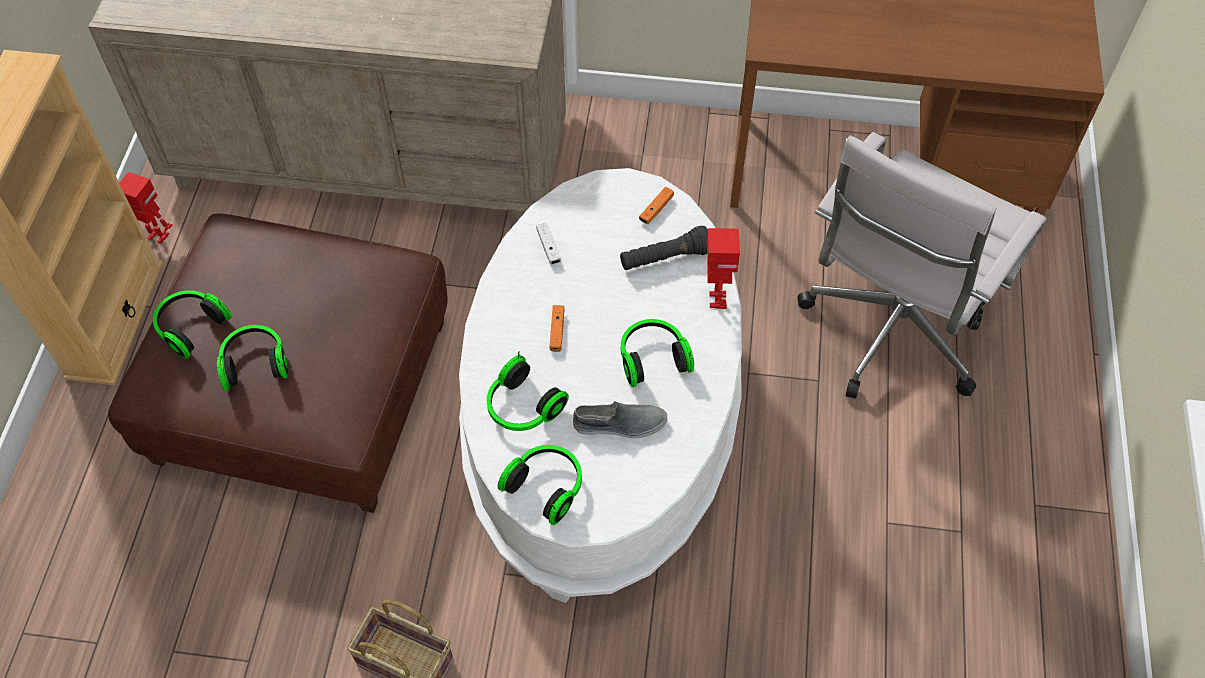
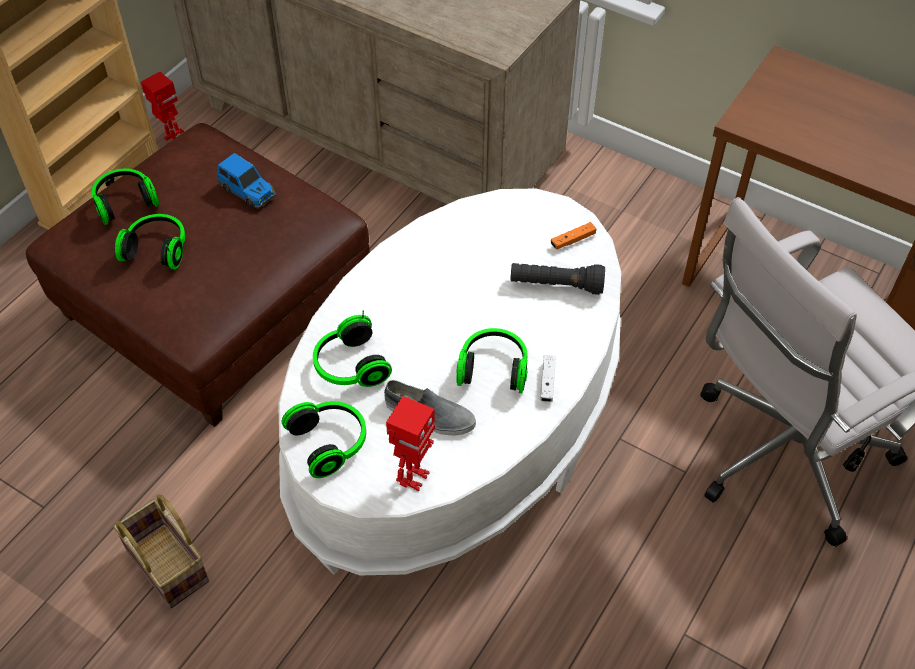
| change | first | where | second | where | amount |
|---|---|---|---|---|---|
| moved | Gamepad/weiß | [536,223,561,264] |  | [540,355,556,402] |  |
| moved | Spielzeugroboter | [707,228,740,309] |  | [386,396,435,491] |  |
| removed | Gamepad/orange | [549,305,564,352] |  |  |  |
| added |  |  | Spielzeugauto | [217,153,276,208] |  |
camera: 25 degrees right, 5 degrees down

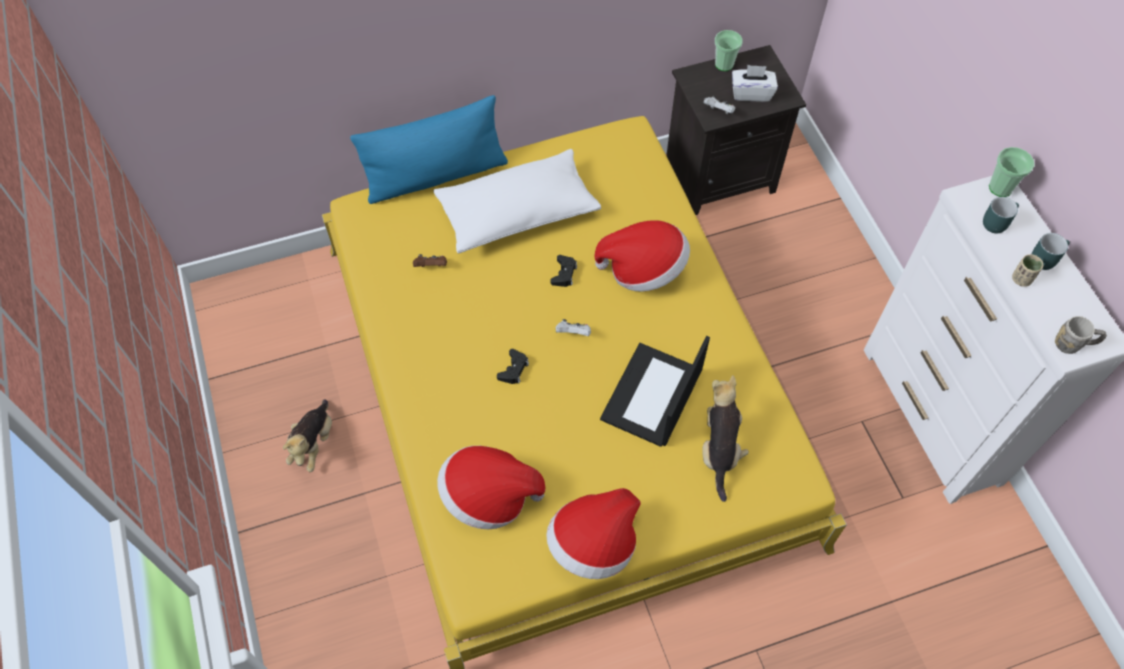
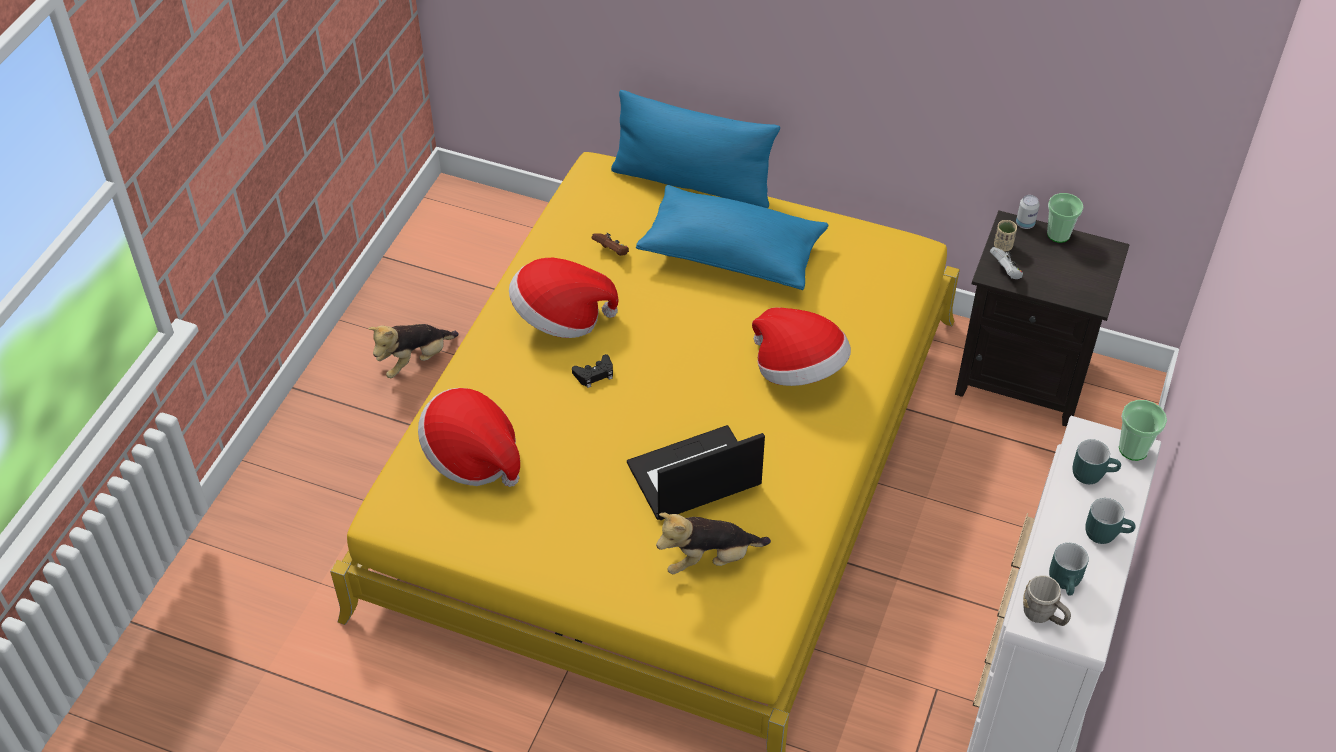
| change | first | where | second | where | amount |
|---|---|---|---|---|---|
| removed | Taschentuchbox/weiß | [732,65,778,102] |  |  |  |
| recoloured | Kissen/weiß | [433,149,601,253] | Kissen/blau | [636,185,828,290] |  |
| moved | Tasse/beige | [1012,254,1043,287] |  | [994,220,1017,252] |  |
| removed | Gamepad/schwarz | [550,255,577,287] |  |  |  |
| removed | Gamepad/weiß | [556,319,591,336] |  |  |  |
| turned | Plüschtier | [702,375,749,502] |  | [656,512,771,574] | 150 degrees counterclockwise |
| moved | Hut | [546,488,641,579] |  | [509,258,619,338] |  |
| added |  |  | Dose | [1016,195,1040,229] |  |
| added |  |  | Henkelbecher/türkis | [1049,543,1089,596] |  |
camera: 40 degrees right, 10 degrees down

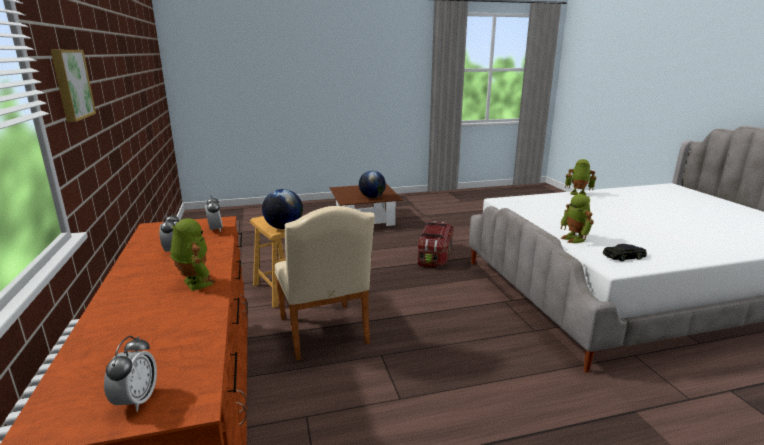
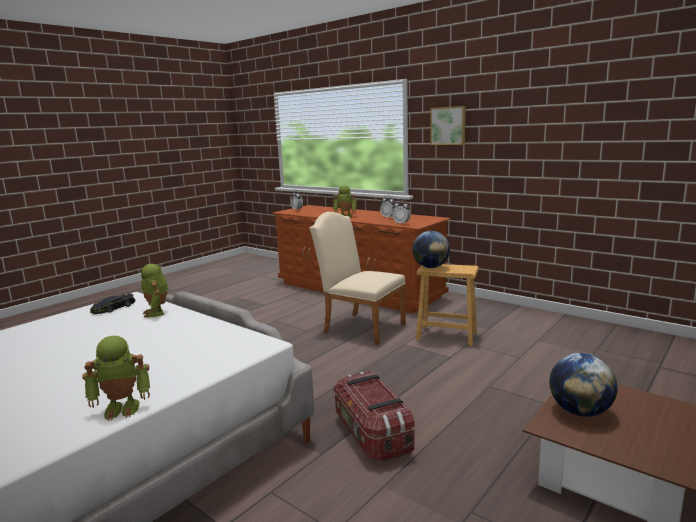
| change | first | where | second | where | amount |
|---|---|---|---|---|---|
| turned | Spielzeugroboter | [560,194,594,243] |  | [141,264,168,318] | 150 degrees counterclockwise |
camera: 145 degrees right, 5 degrees down

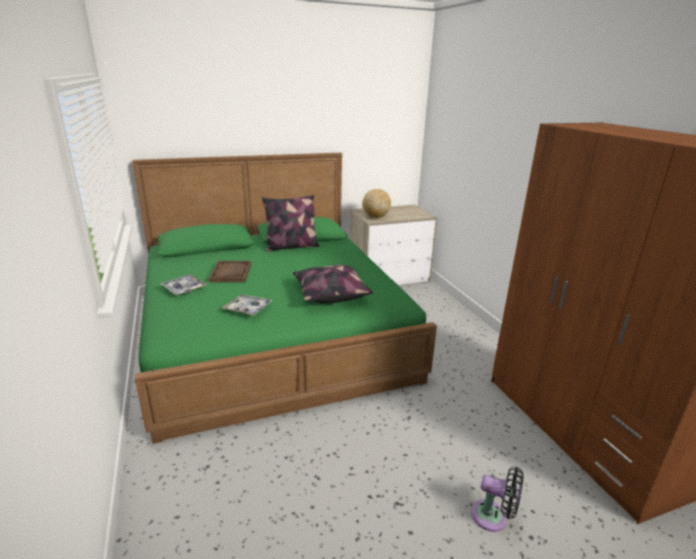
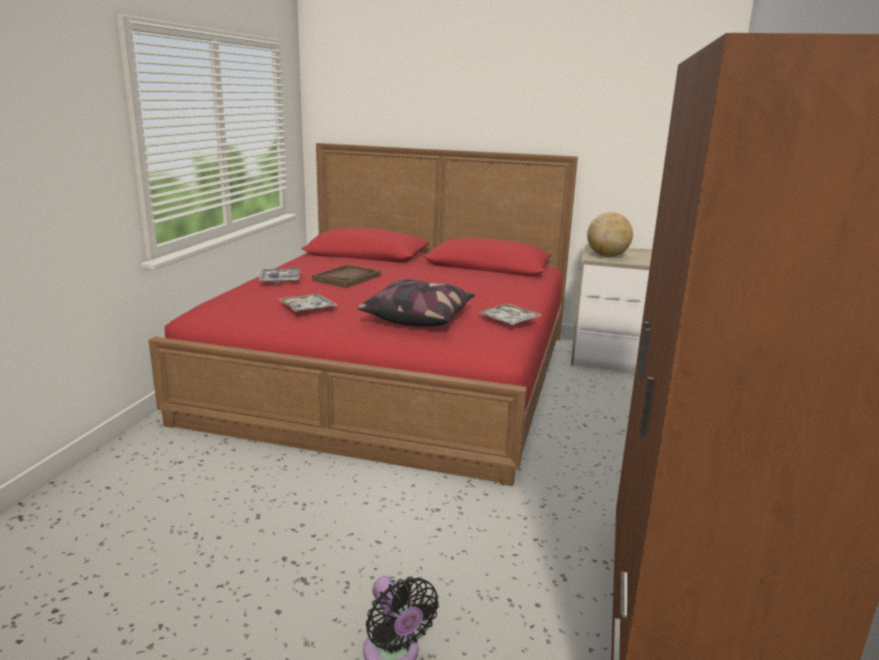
| change | first | where | second | where | amount |
|---|---|---|---|---|---|
| recoloured | Bett/grün | [132,153,437,444] | Bett/rot | [148,143,578,486] |  |
| removed | Kissen | [262,195,319,252] |  |  |  |
| added |  |  | Tablett | [479,304,541,325] |  |
camera: 35 degrees right, 5 degrees down

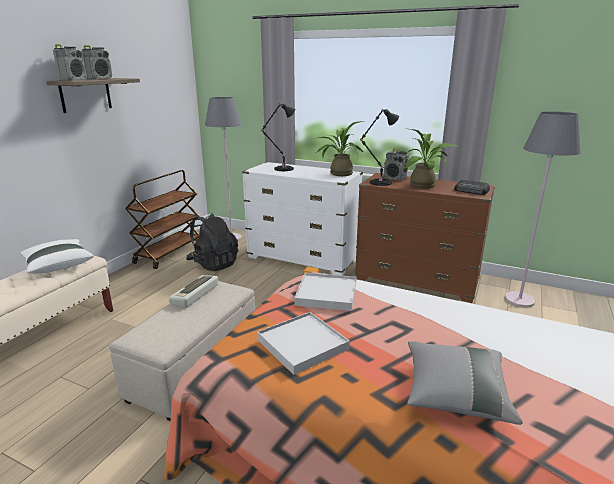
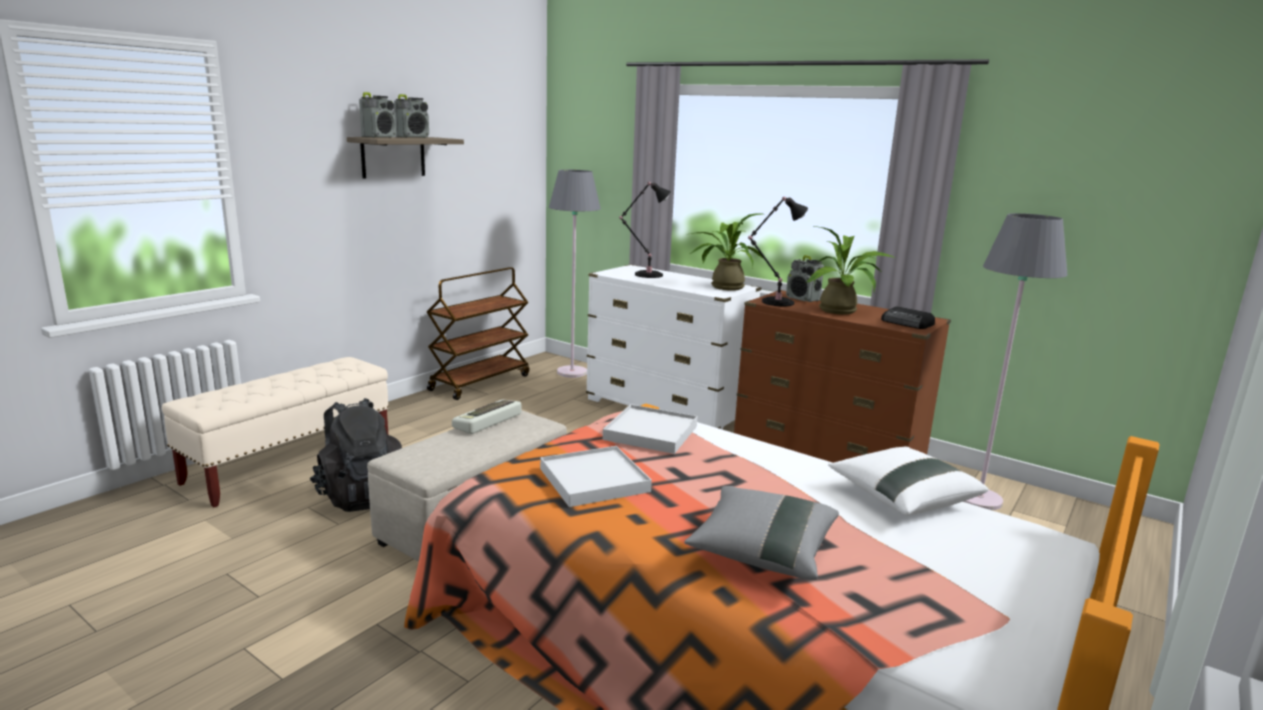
| change | first | where | second | where | amount |
|---|---|---|---|---|---|
| moved | Rucksack/schwarz | [186,214,238,271] |  | [309,398,402,512] |  |
| moved | Kissen/weiß | [19,239,94,274] |  | [828,446,989,516] |  |
camera: 10 degrees right, 5 degrees down

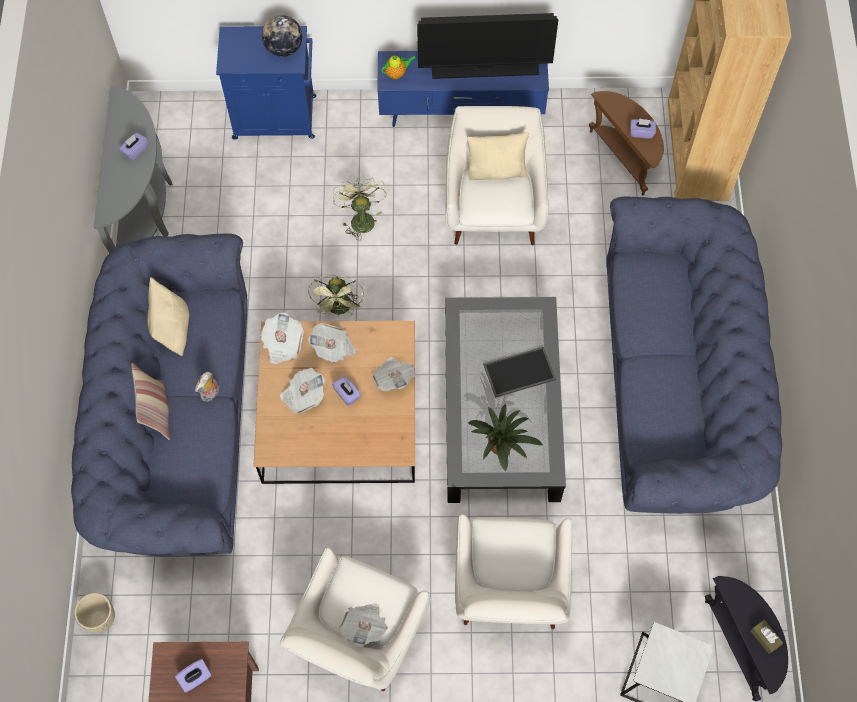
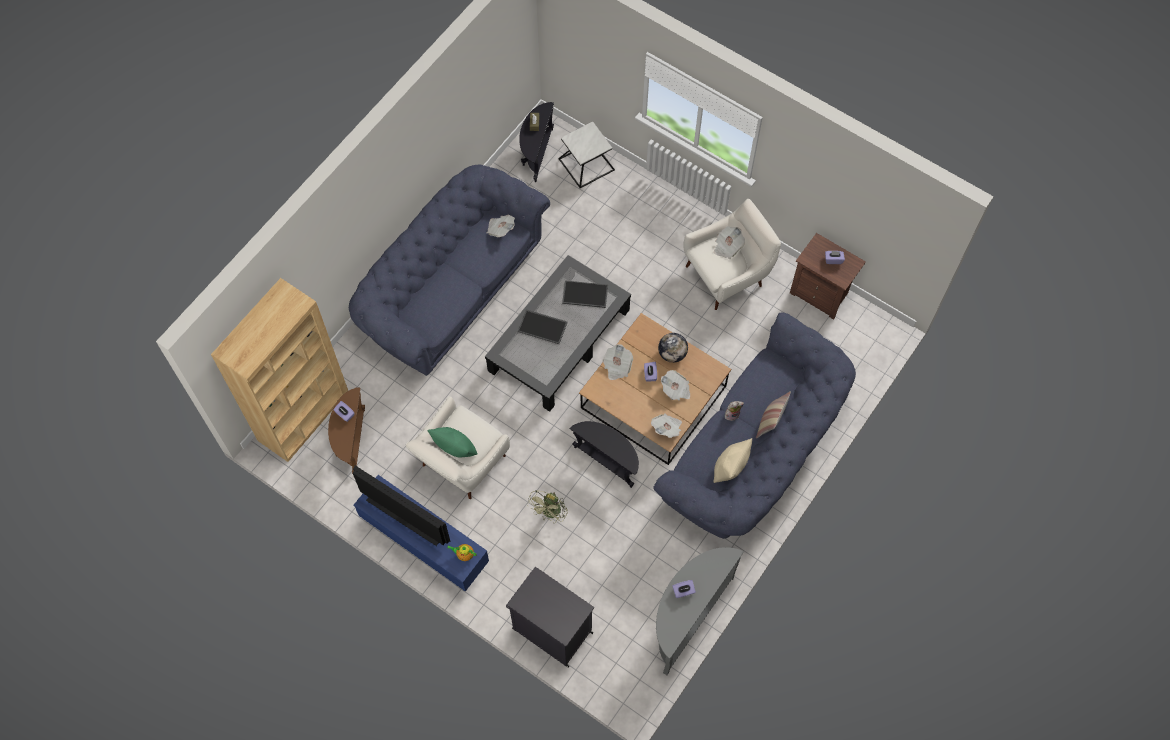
| change | first | where | second | where | amount |
|---|---|---|---|---|---|
| moved | Globus | [262,15,302,57] |  | [658,333,688,363] |  |
| recoloured | Schrank/blau | [216,26,316,140] | Schrank/schwarz | [506,567,594,668] |  |
| recoloured | Kissen/beige | [467,132,529,180] | Kissen/grün | [427,427,477,458] |  |
| replaced | Ventilator/grün | [308,275,364,318] | Beistelltisch/schwarz | [570,421,639,488] |  |
| moved | Zeitung | [308,323,357,363] |  | [486,215,515,237] |  |
| replaced | Topfpflanze | [468,404,543,471] | Tablett | [562,281,608,308] |  |
| removed | Sessel/weiß | [455,514,572,629] |  |  |  |
| removed | Pflanzkübel/beige | [74,593,115,633] |  |  |  |
camera: 145 degrees left, 0 degrees up

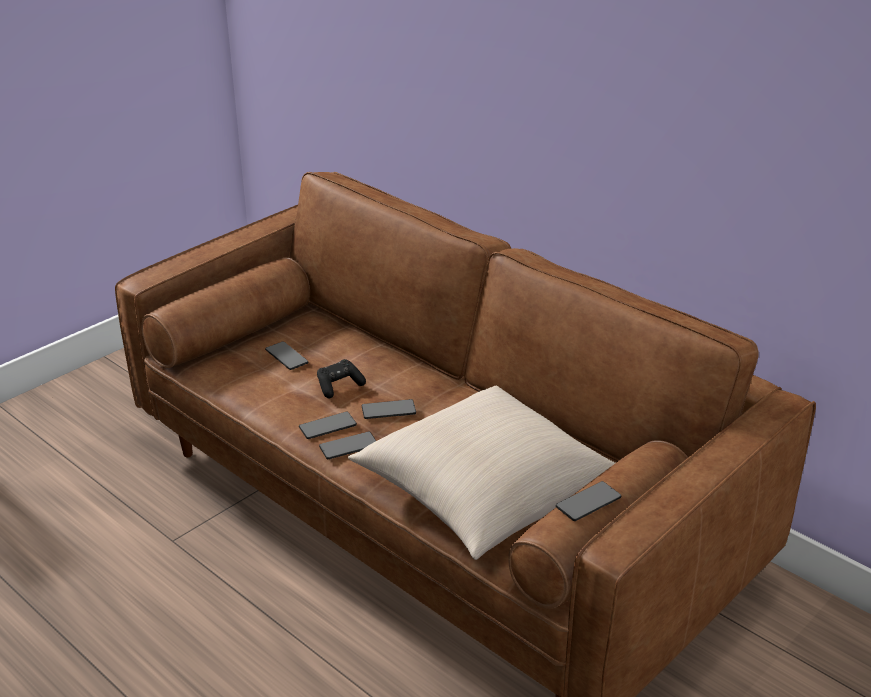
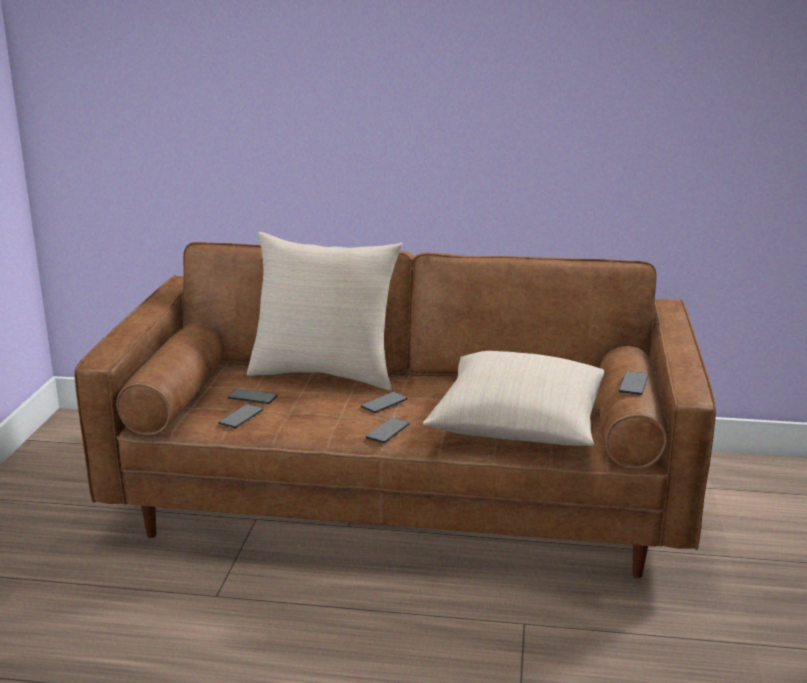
| change | first | where | second | where | amount |
|---|---|---|---|---|---|
| removed | Gamepad/schwarz | [317,359,366,399] |  |  |  |
| moved | Handy | [299,412,357,439] |  | [219,404,263,428] |  |
| added |  |  | Kissen/beige | [247,232,403,390] |  |
camera: 35 degrees left, 10 degrees down

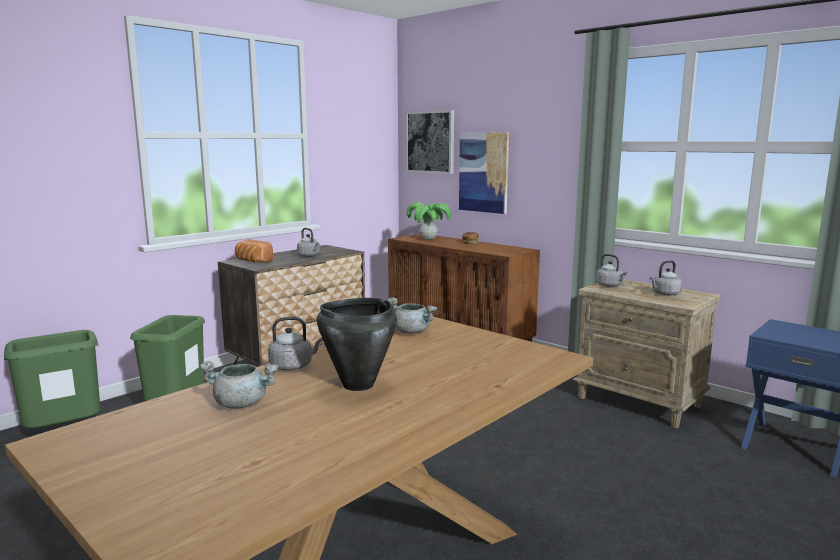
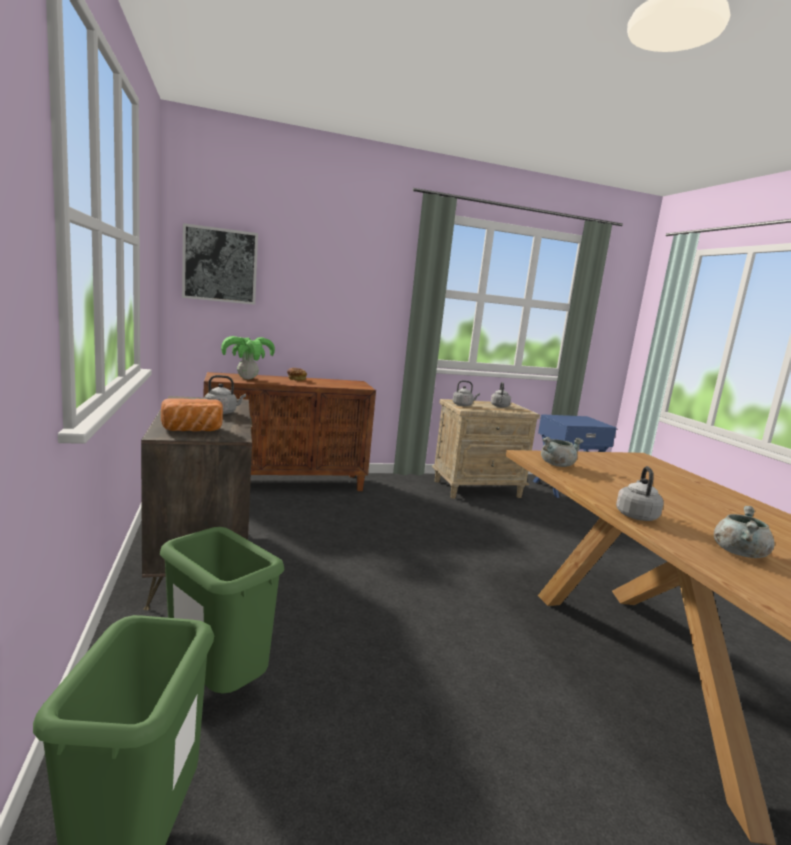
| change | first | where | second | where | amount |
|---|---|---|---|---|---|
| removed | Bild | [459,132,509,214] |  |  |  |
| removed | Kochtopf/schwarz | [317,298,397,391] |  |  |  |
camera: 60 degrees left, 0 degrees up

